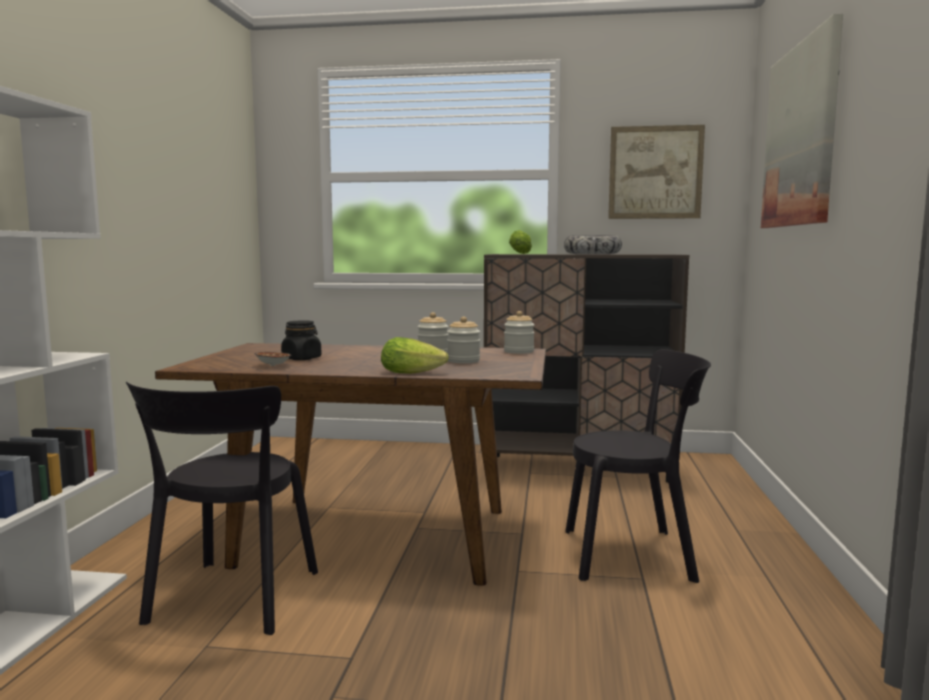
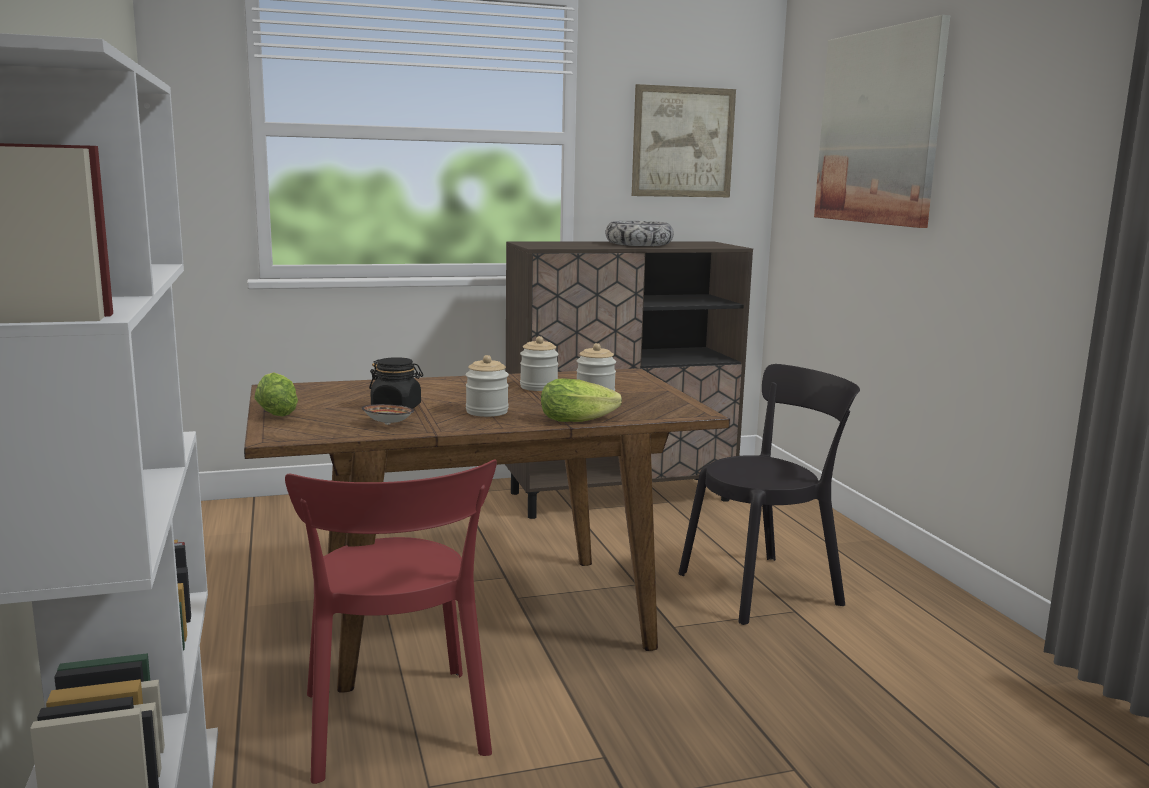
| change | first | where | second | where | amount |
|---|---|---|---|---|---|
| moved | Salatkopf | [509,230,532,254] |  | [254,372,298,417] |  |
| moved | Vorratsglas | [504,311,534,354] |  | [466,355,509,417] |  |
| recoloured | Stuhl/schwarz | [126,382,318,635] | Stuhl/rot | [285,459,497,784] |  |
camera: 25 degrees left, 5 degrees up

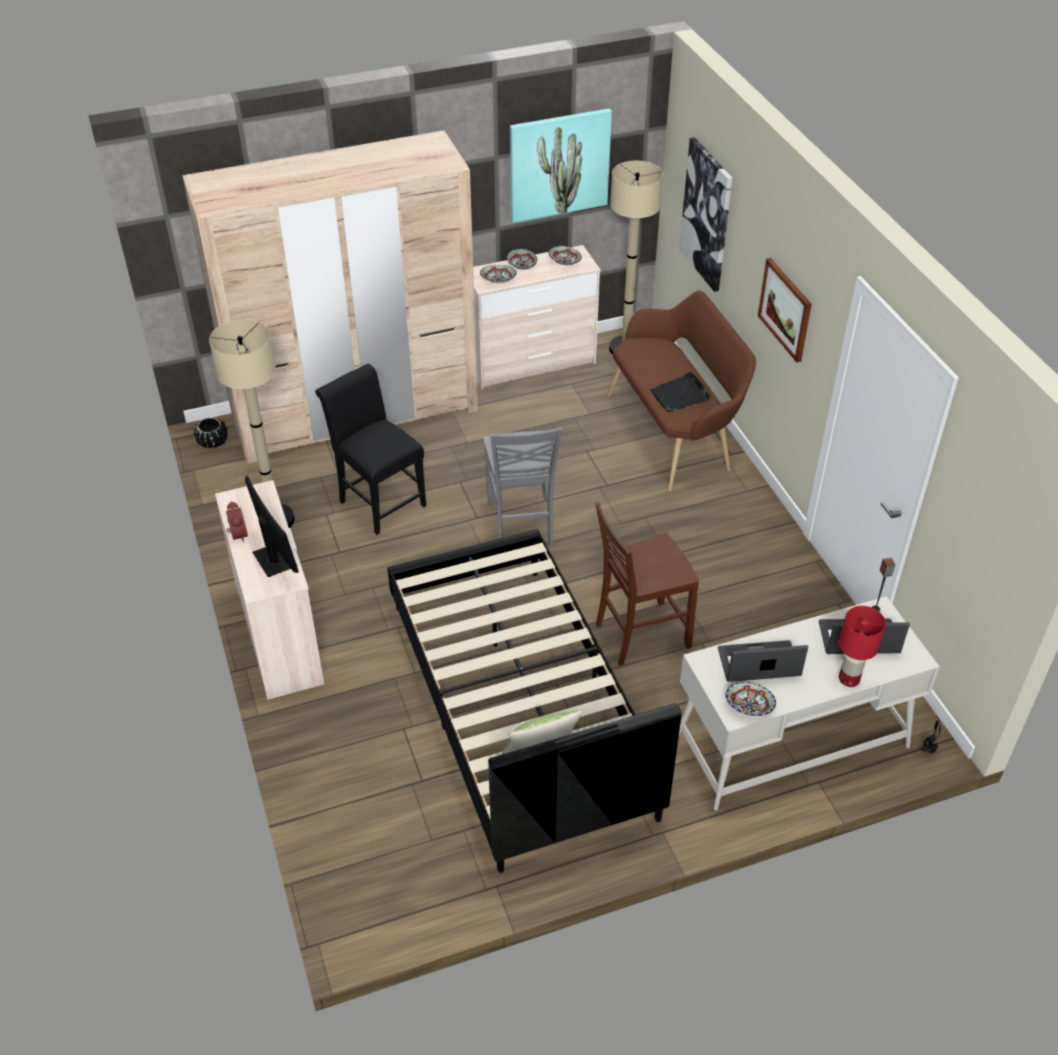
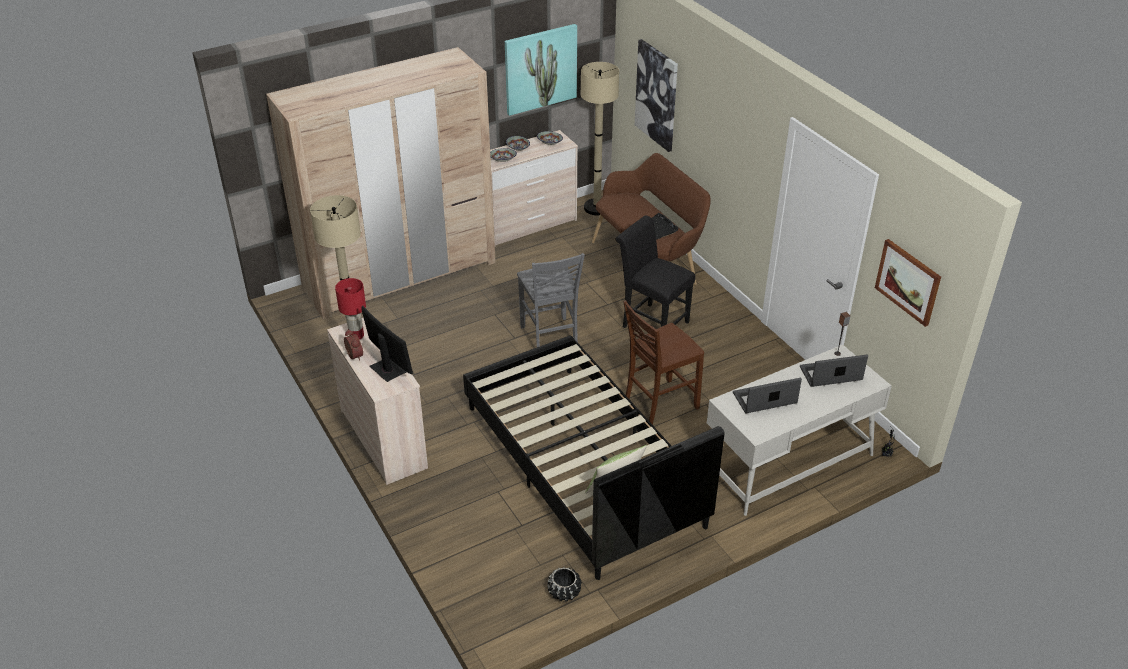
| change | first | where | second | where | amount |
|---|---|---|---|---|---|
| moved | Bild | [758,258,812,363] |  | [875,239,941,327] |  |
| moved | Stuhl/schwarz | [315,364,426,535] |  | [615,216,696,328] |  |
| moved | Pflanzkübel/schwarz | [194,417,227,449] |  | [547,567,582,601] |  |
| moved | Tischlampe/rot | [839,606,886,687] |  | [335,278,366,340] |  |
| removed | Schüssel | [726,682,776,716] |  |  |  |
camera: 10 degrees left, 5 degrees down

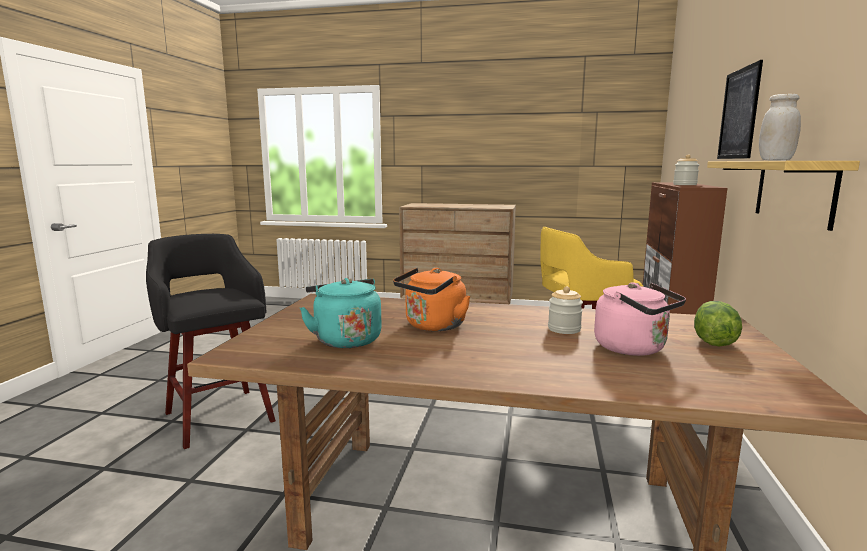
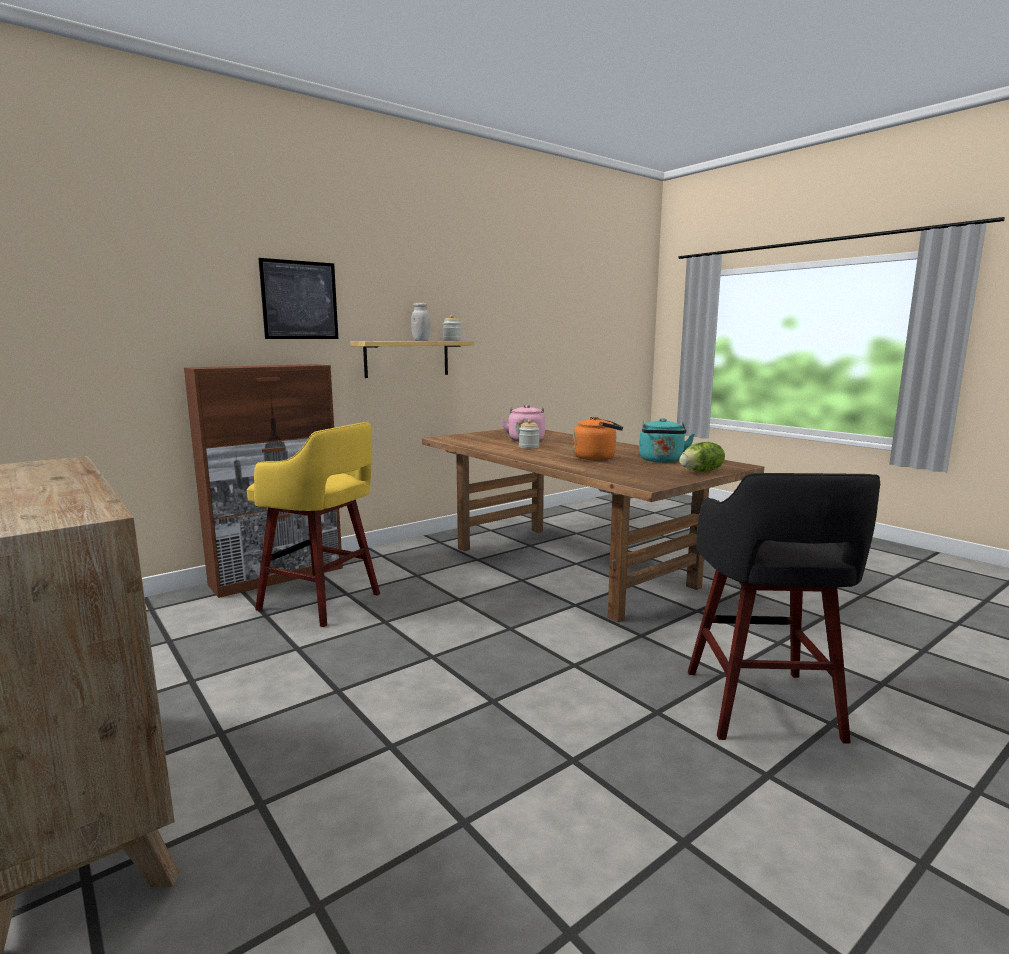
| change | first | where | second | where | amount |
|---|---|---|---|---|---|
| moved | Vorratsglas | [673,154,699,185] |  | [443,315,462,341] |  |
| moved | Salatkopf | [694,301,742,346] |  | [679,442,725,472] |  |
camera: 140 degrees left, 0 degrees up

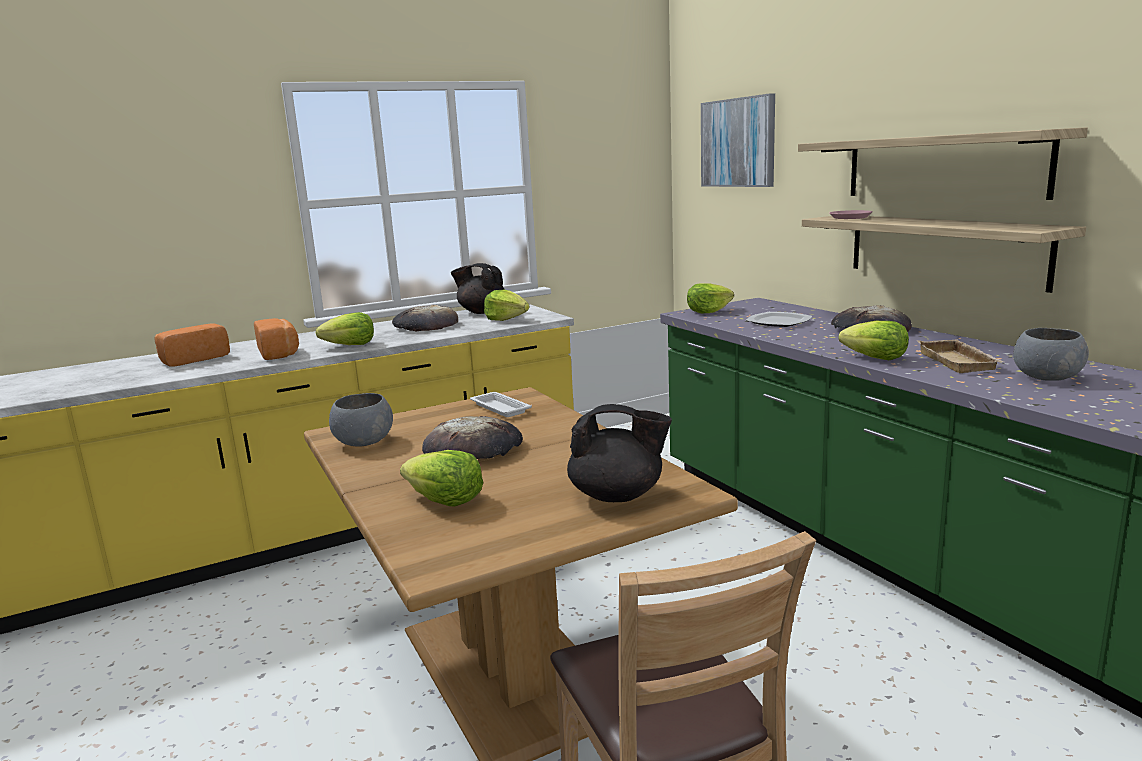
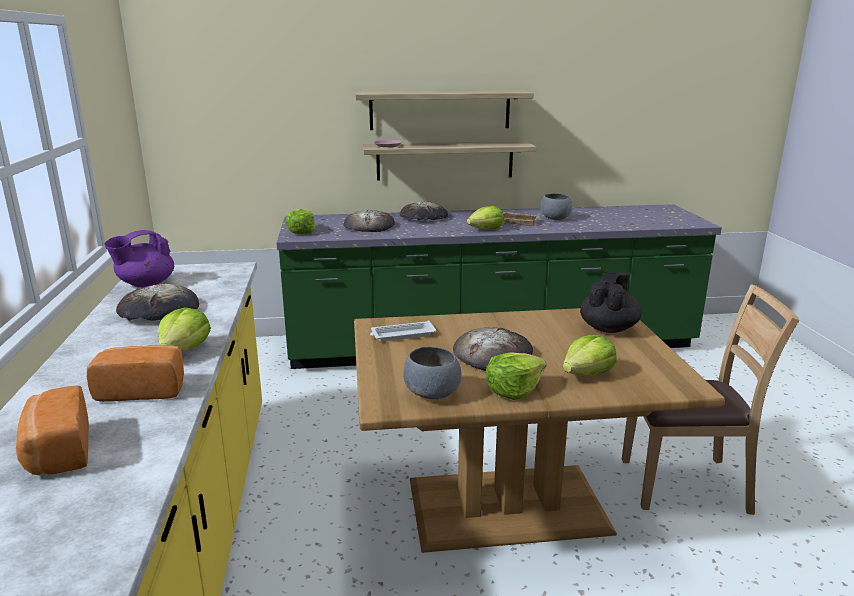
| change | first | where | second | where | amount |
|---|---|---|---|---|---|
| removed | Bild | [701,93,775,187] |  |  |  |
| recoloured | Teekanne/schwarz | [451,263,505,314] | Teekanne/lila | [104,230,174,287] |  |
| moved | Salatkopf | [484,290,529,321] |  | [485,352,546,400] |  |
| replaced | Teller | [745,312,812,327] | Brot | [344,210,395,232] |  |
camera: 70 degrees left, 5 degrees up

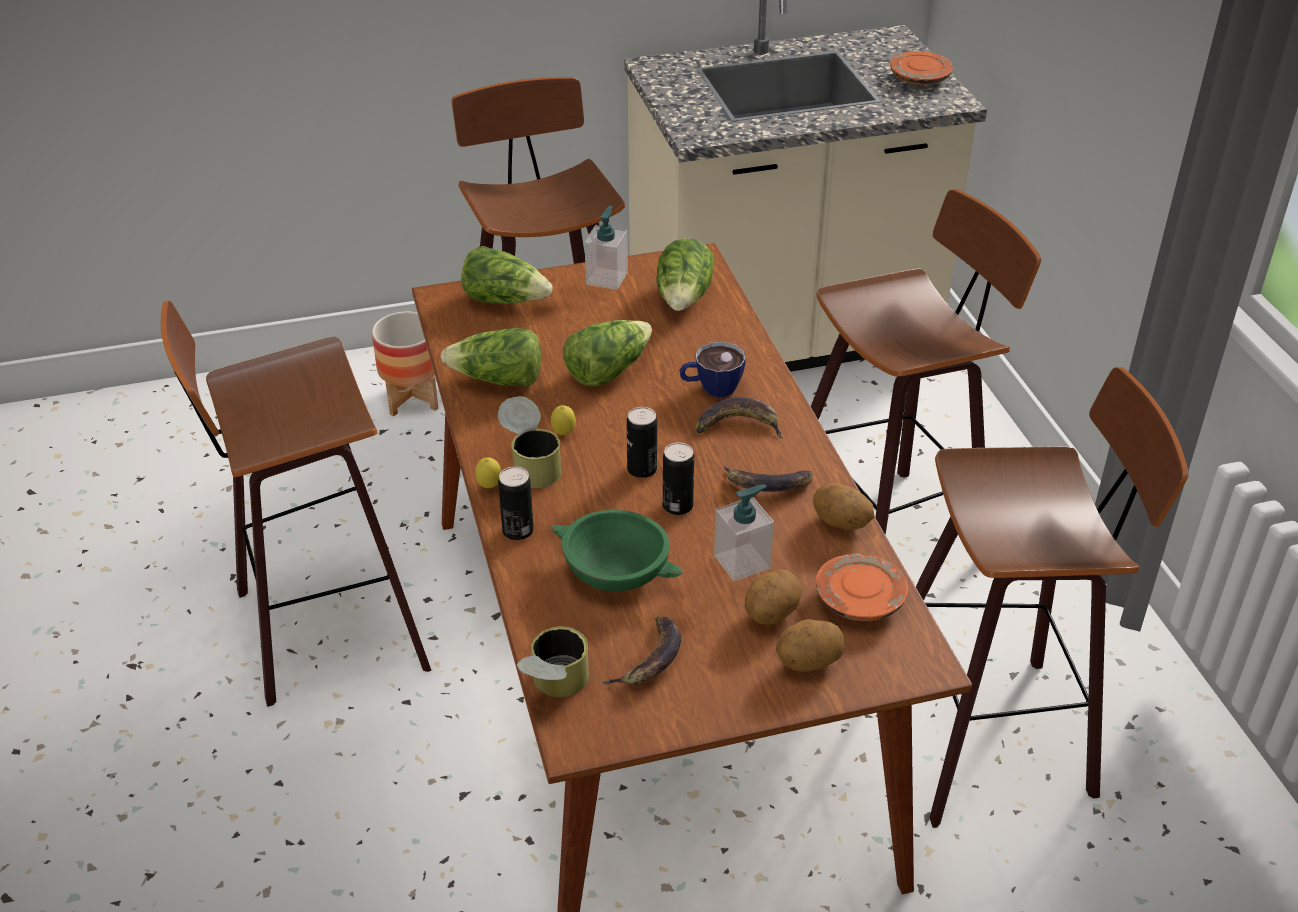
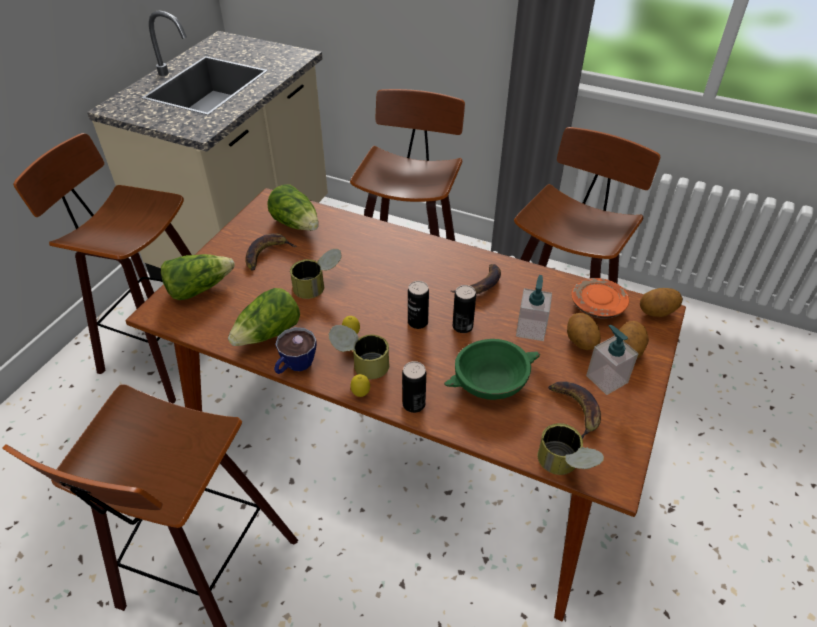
| change | first | where | second | where | amount |
|---|---|---|---|---|---|
| removed | Teller/orange | [890,51,953,85] |  |  |  |
| moved | Seifenspender | [584,206,628,290] |  | [586,324,638,395] |  |
| removed | Pflanzkübel | [372,311,439,416] |  |  |  |
| replaced | Salatkopf | [563,320,652,387] | Dose | [290,249,342,299] |  |
| moved | Tasse | [679,342,746,397] |  | [274,327,317,374] |  |
| moved | Banane | [696,397,783,439] |  | [245,233,297,270] |  |
| moved | Kartoffel | [813,483,874,530] |  | [640,288,683,317] |  |
camera: 50 degrees left, 5 degrees up

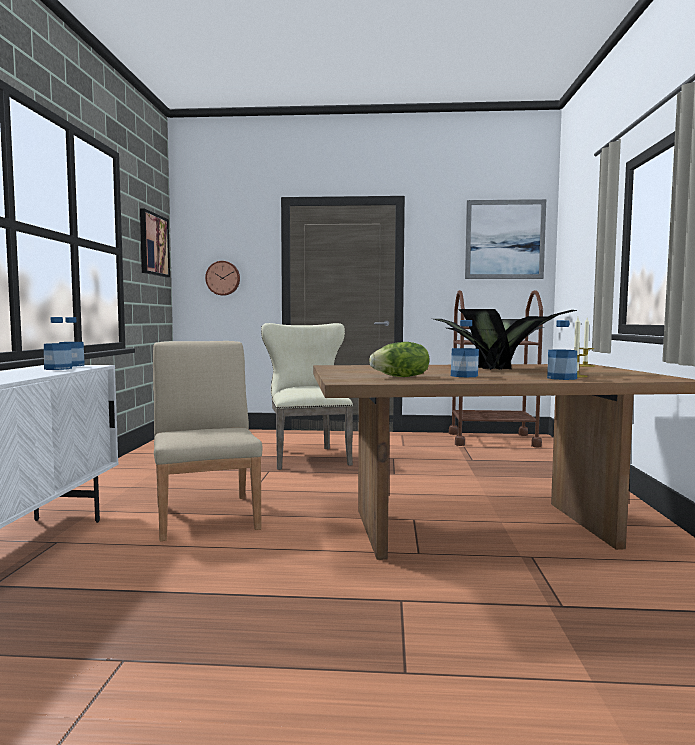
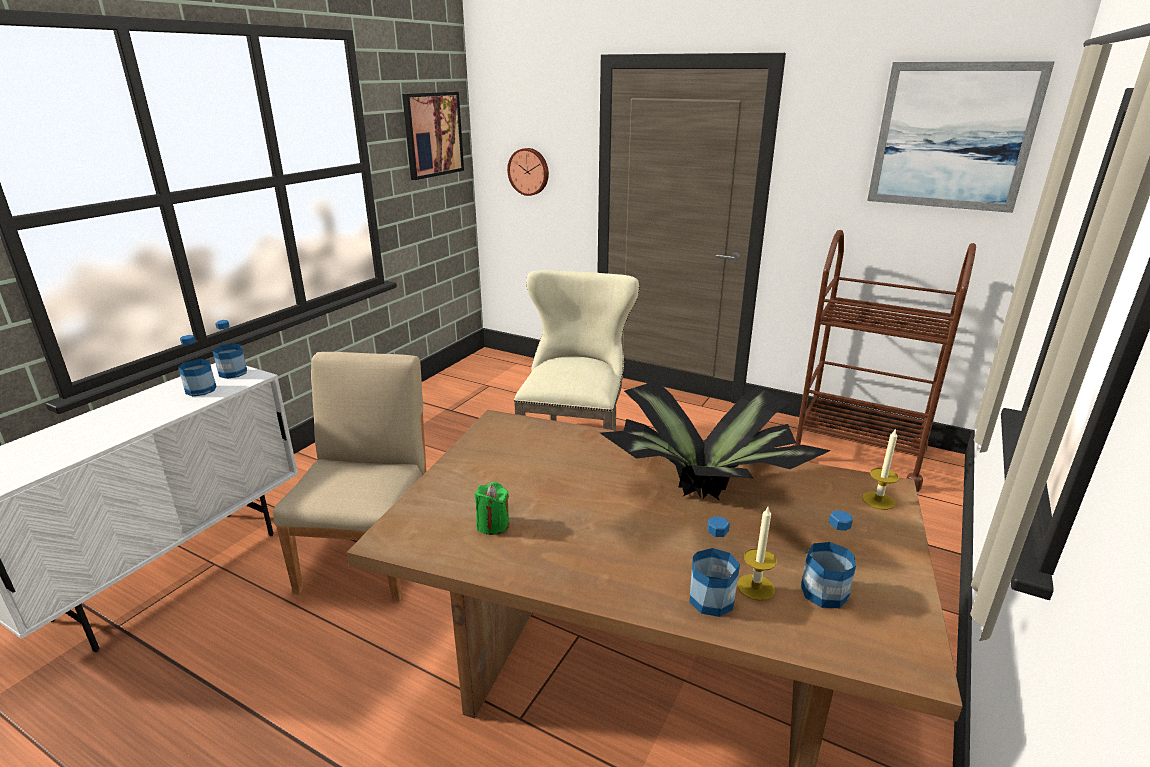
| change | first | where | second | where | amount |
|---|---|---|---|---|---|
| moved | Flasche | [451,320,479,377] |  | [801,510,856,608] |  |
| replaced | Salatkopf | [369,342,429,377] | Kerze/grün | [474,482,509,535] |  |
camera: 25 degrees right, 20 degrees up

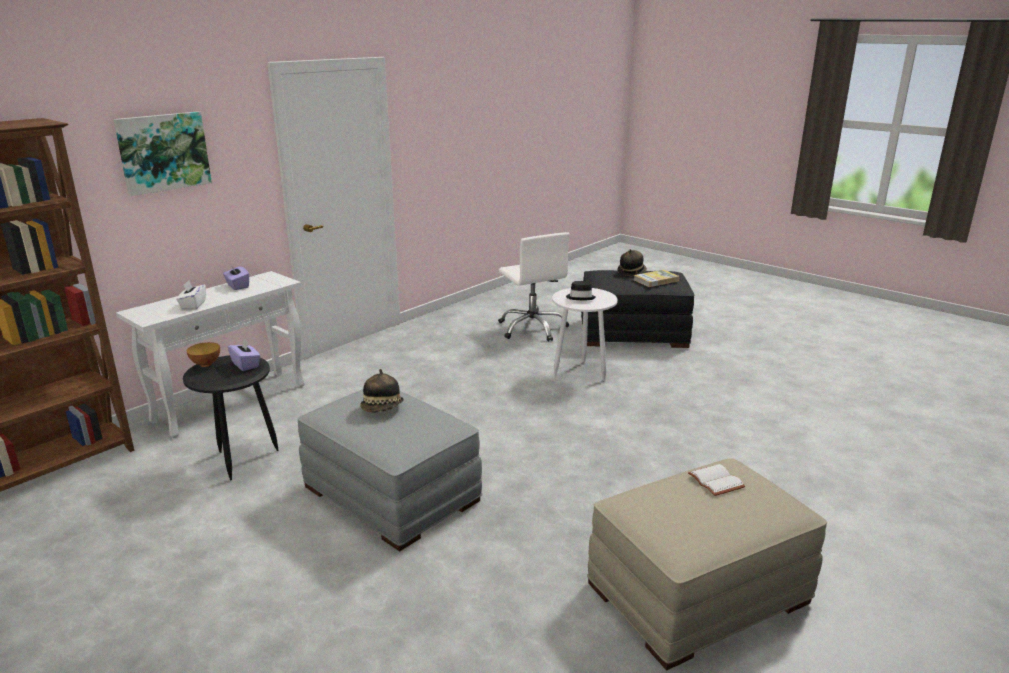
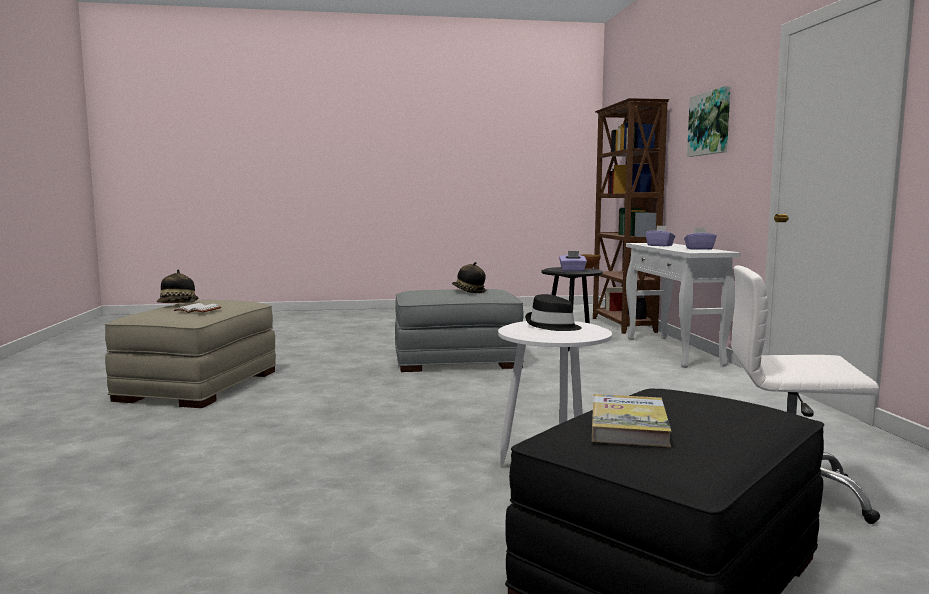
| change | first | where | second | where | amount |
|---|---|---|---|---|---|
| moved | Hut | [618,249,647,276] |  | [157,270,198,303] |  |
| recoloured | Taschentuchbox/weiß | [176,281,206,309] | Taschentuchbox/lila | [645,226,675,246] |  |
camera: 130 degrees right, 15 degrees down

